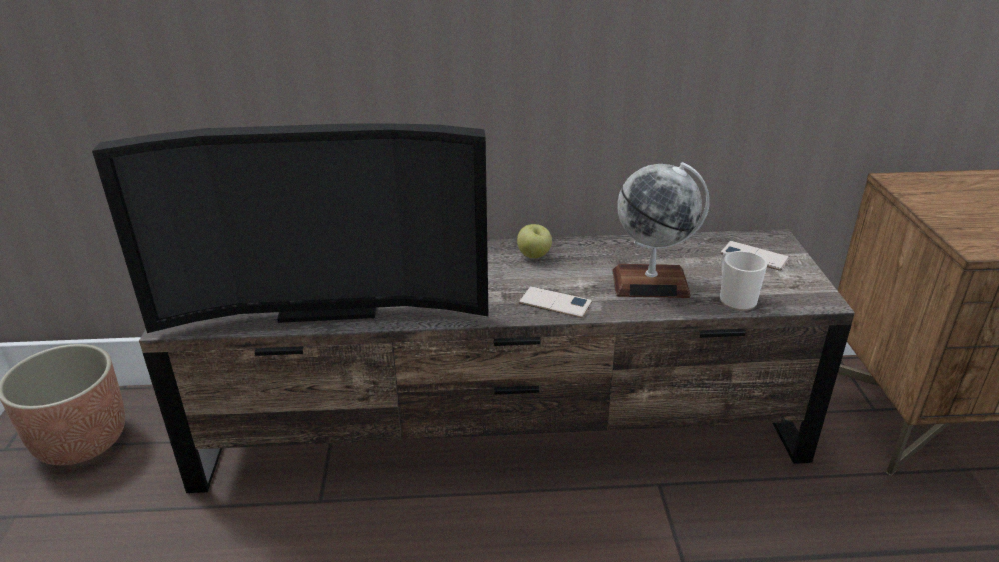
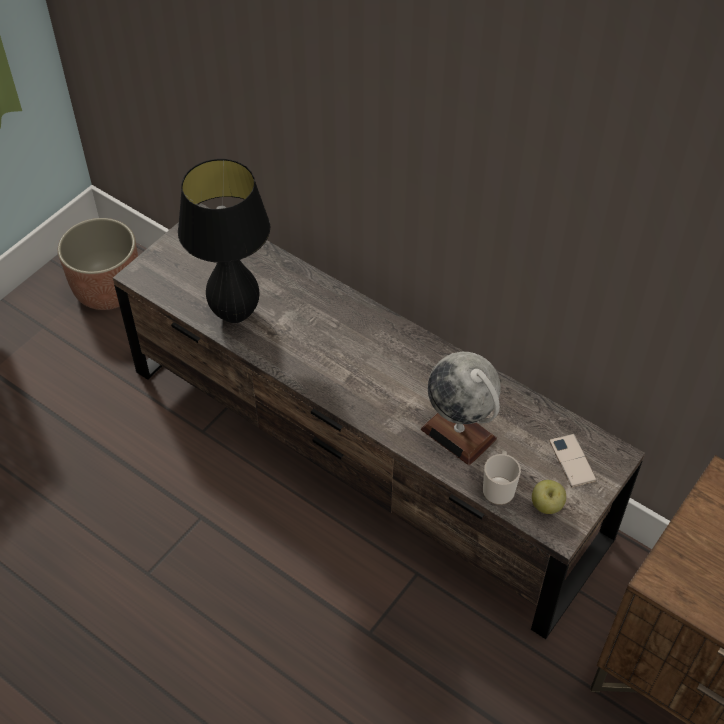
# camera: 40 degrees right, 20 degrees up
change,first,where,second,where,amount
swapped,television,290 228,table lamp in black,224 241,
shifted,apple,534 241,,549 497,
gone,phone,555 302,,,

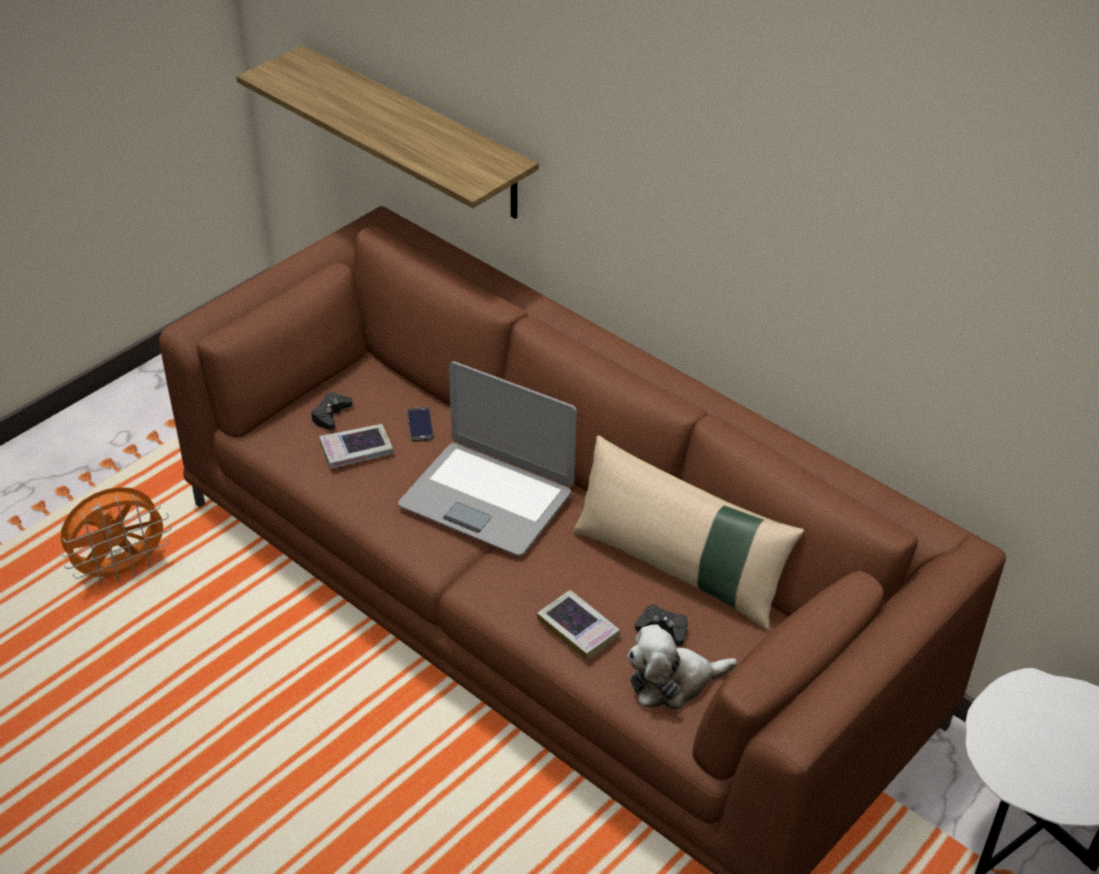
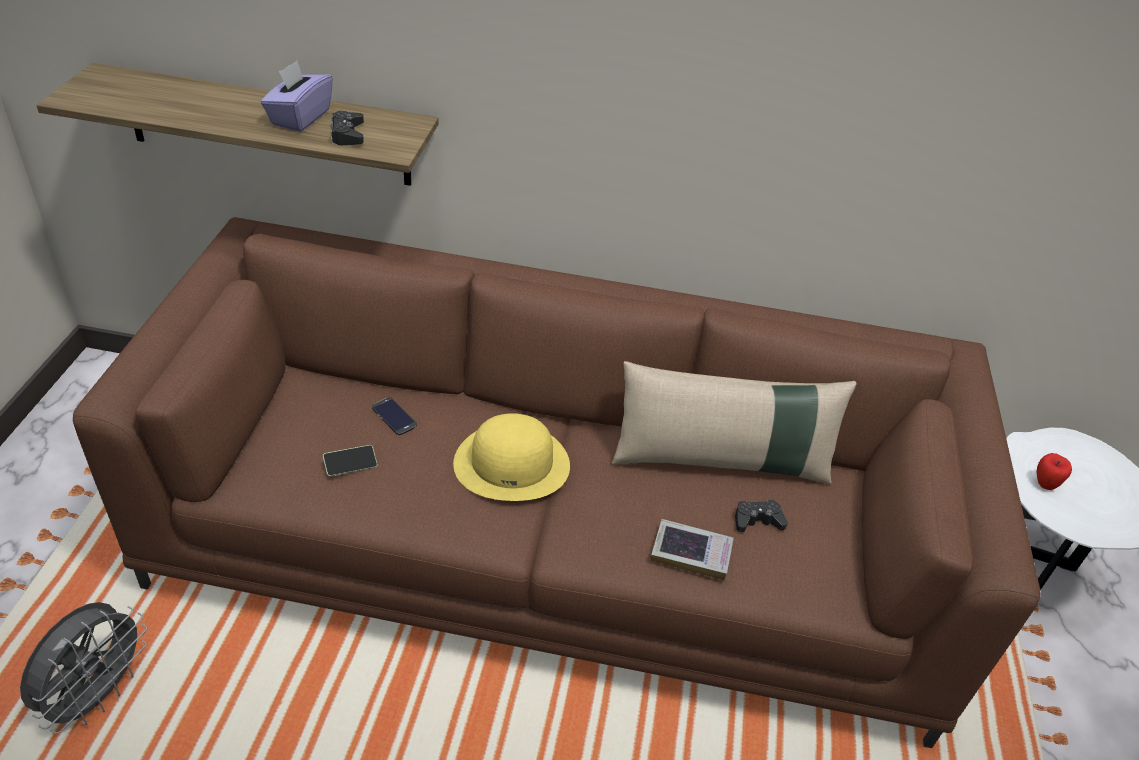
# camera: 35 degrees left, 0 degrees up
change,first,where,second,where,amount
repainted,fan in orange,115 536,fan in grey,83 668,
shifted,game controller in black,332 411,,347 128,
swapped,book,356 446,phone,350 460,
swapped,laptop,487 458,hat in yellow,511 457,
gone,plush toy,682 667,,,
new,,,tissue box in purple,297 96,
new,,,apple,1054 471,

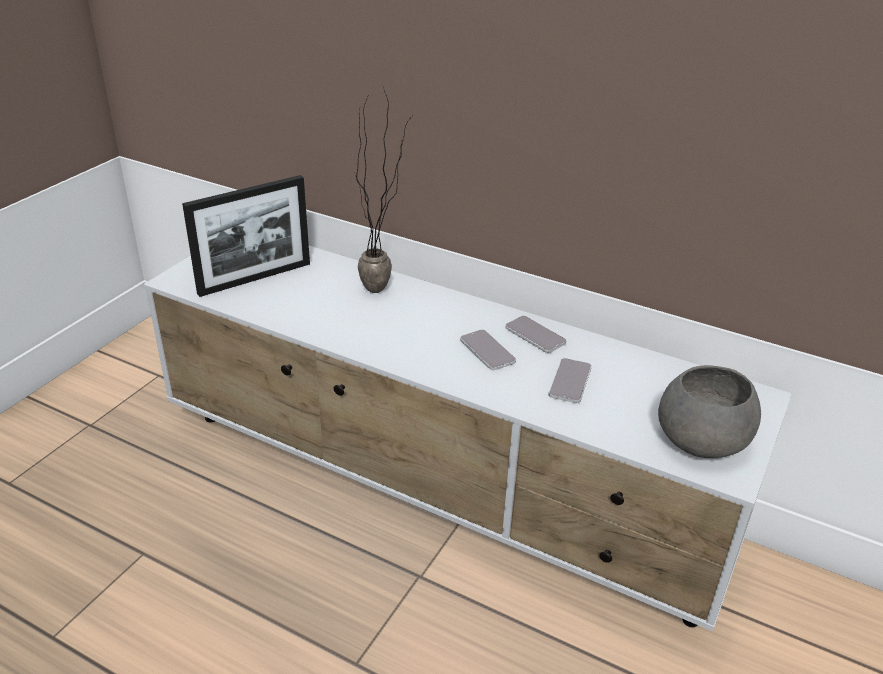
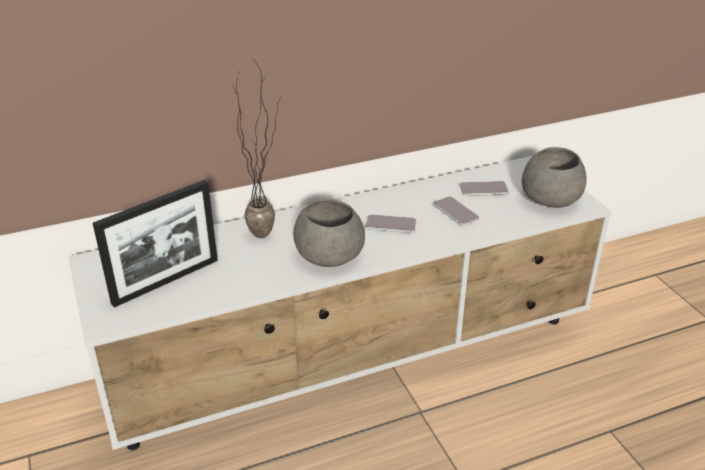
# camera: 50 degrees left, 0 degrees up
change,first,where,second,where,amount
rotated,picture frame,246 236,,155 244,45 degrees clockwise
shifted,phone,536 334,,484 188,
new,,,bowl in grey,329 233,

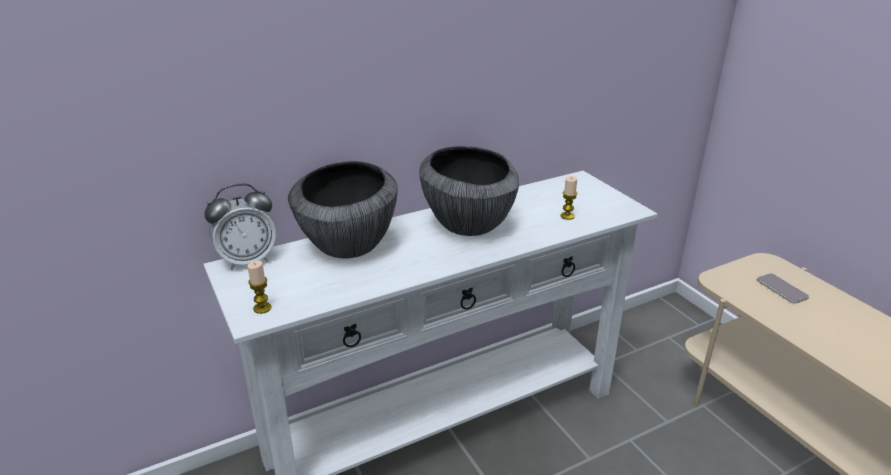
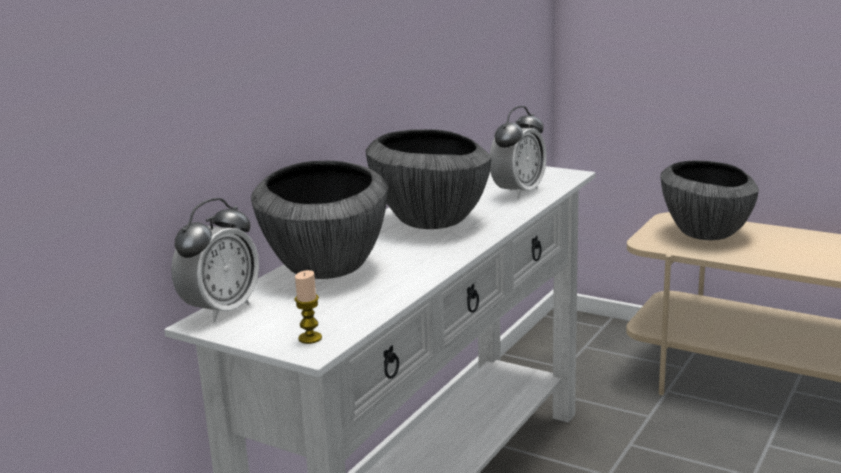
# camera: 30 degrees left, 10 degrees down
change,first,where,second,where,amount
swapped,candle,569 198,alarm clock,518 152,
swapped,phone,783 288,bowl,709 200,

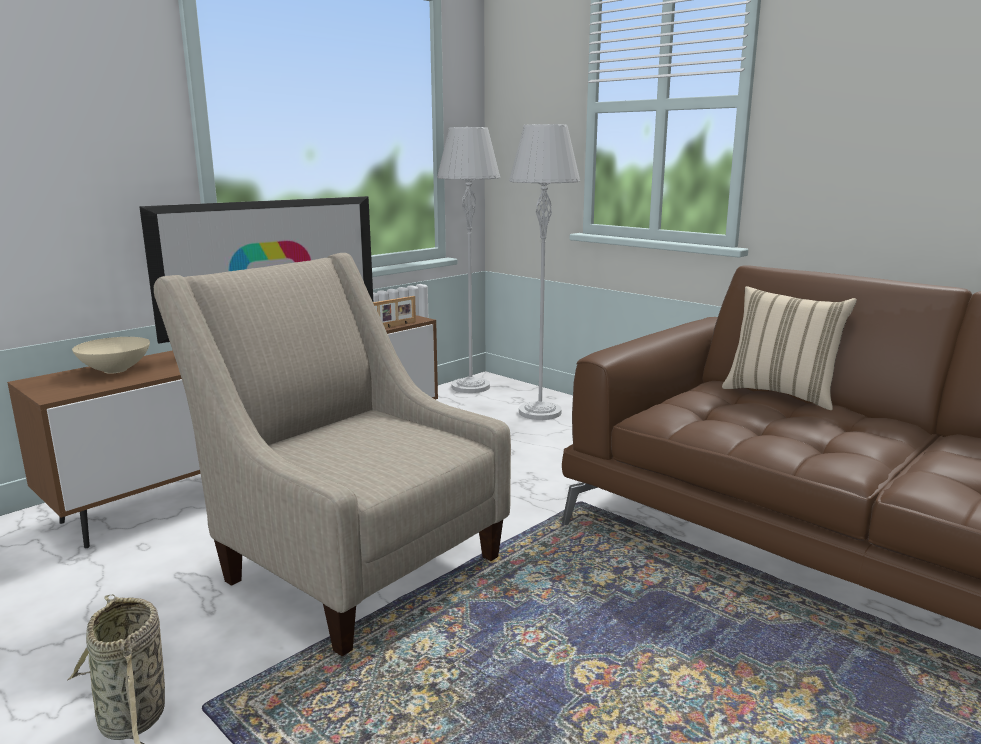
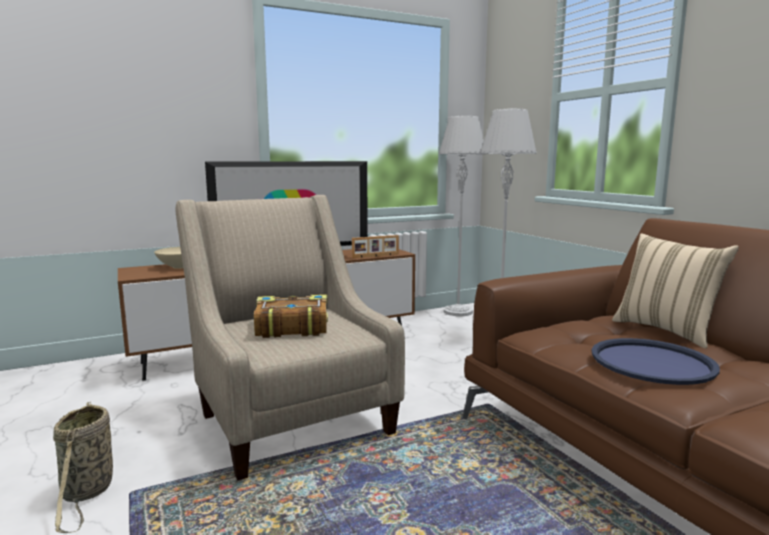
# camera: 20 degrees right, 5 degrees down
change,first,where,second,where,amount
new,,,book,291 316,
new,,,tray in blue,656 361,

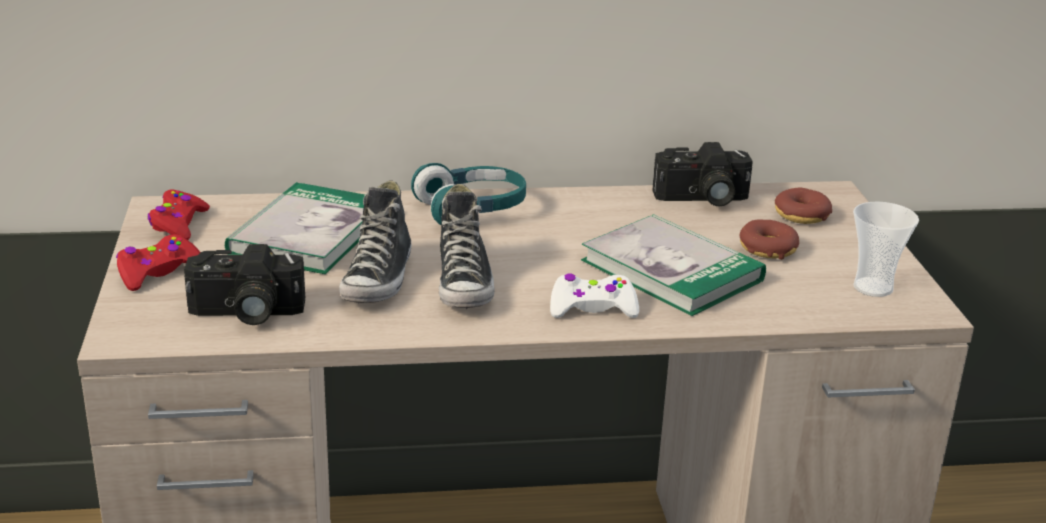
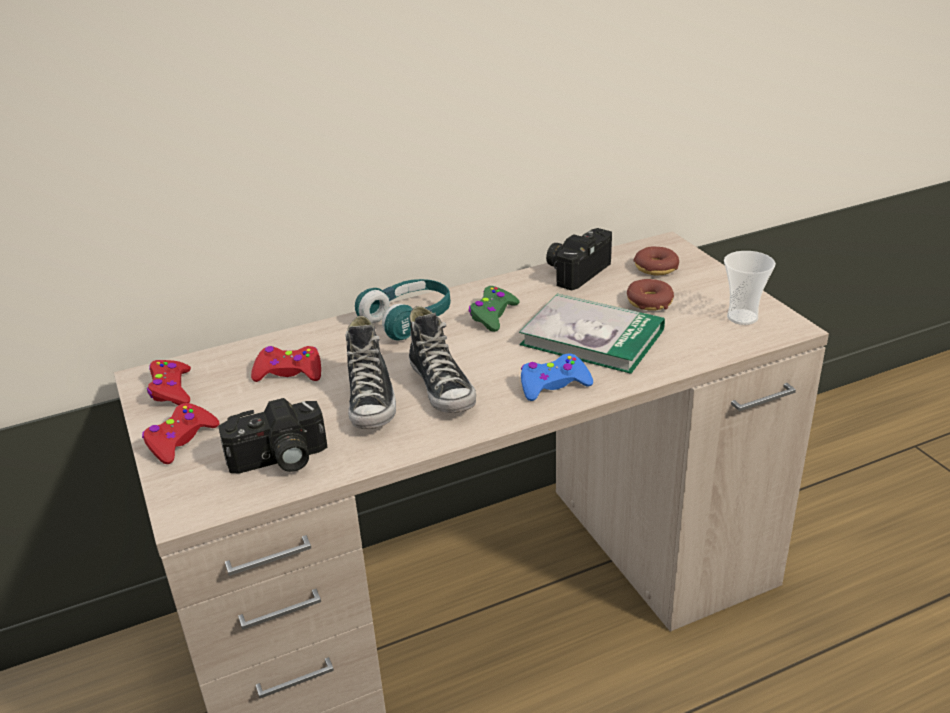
# camera: 15 degrees left, 5 degrees up
change,first,where,second,where,amount
swapped,book,295 228,game controller in red,286 364,
repainted,game controller in white,594 295,game controller in blue,557 377,
rotated,photo camera,702 174,,579 259,150 degrees clockwise
new,,,game controller in green,494 309,

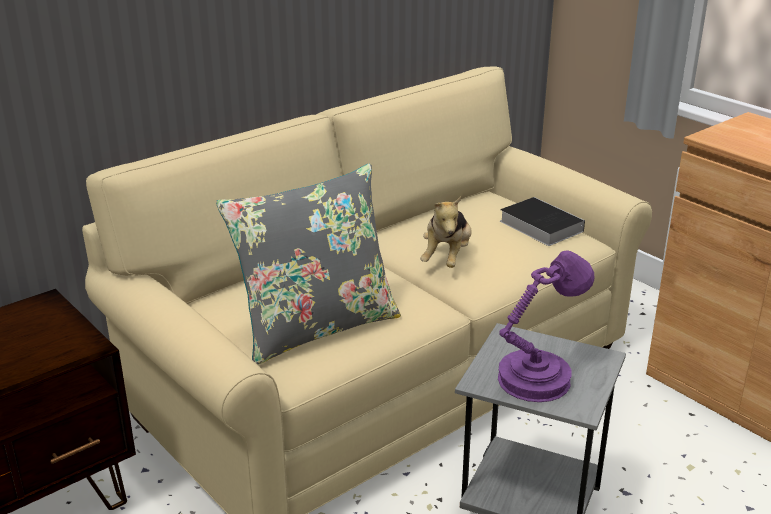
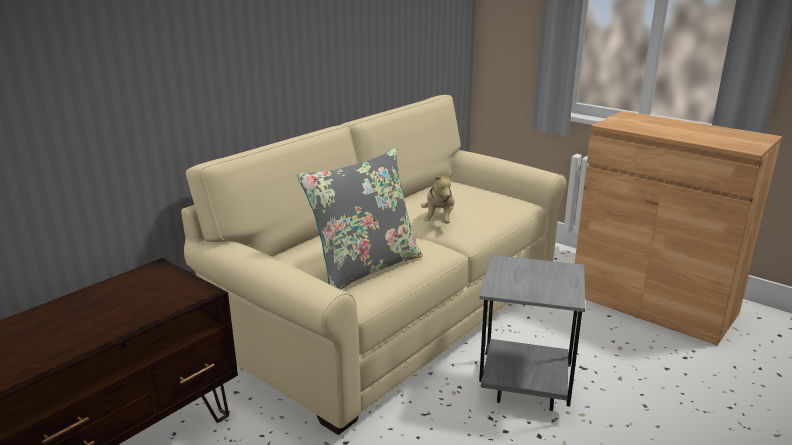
# camera: 10 degrees left, 5 degrees down
change,first,where,second,where,amount
gone,table lamp in purple,546 326,,,
gone,book,542 221,,,

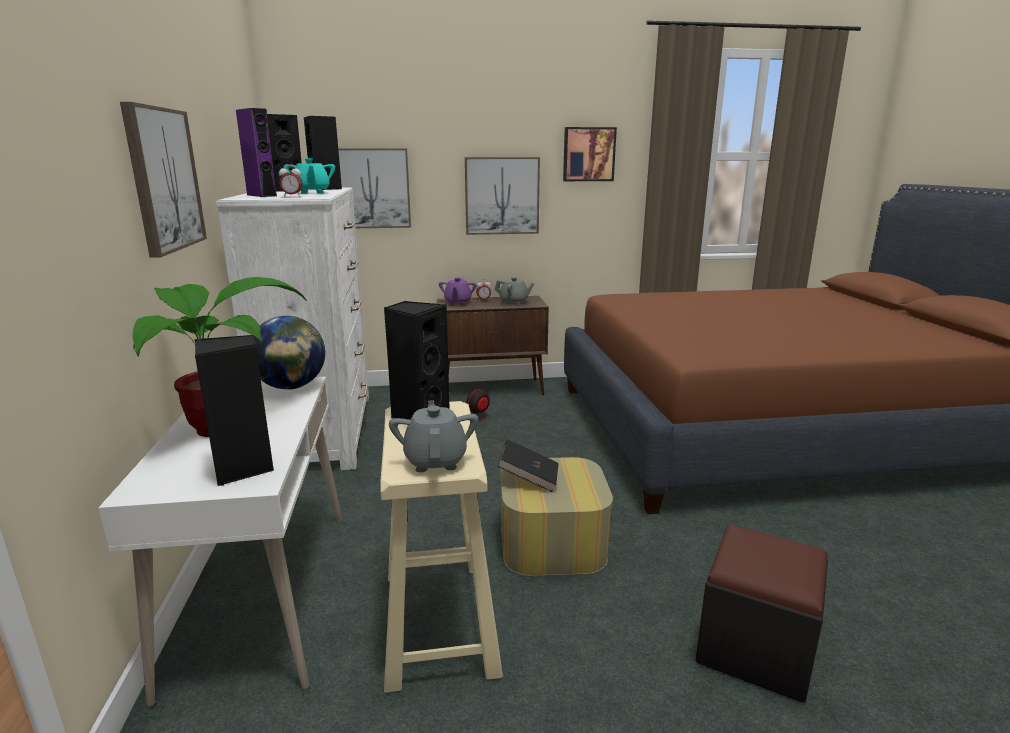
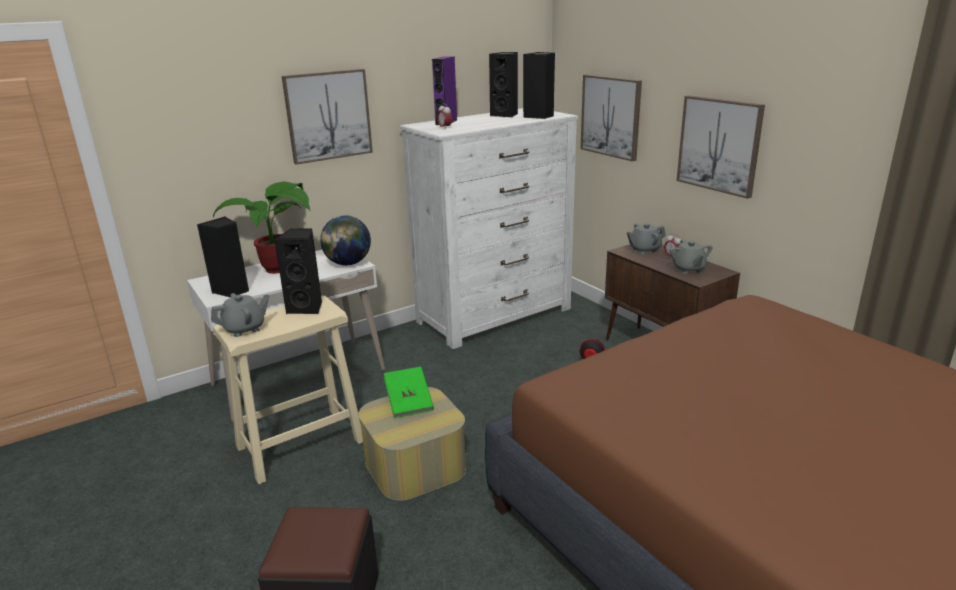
# camera: 65 degrees right, 5 degrees up
change,first,where,second,where,amount
gone,teapot in turquoise,309 176,,,
repainted,teapot in purple,458 291,teapot in grey,646 238,
repainted,book in black,528 465,book in green,409 392,
gone,picture,590 154,,,

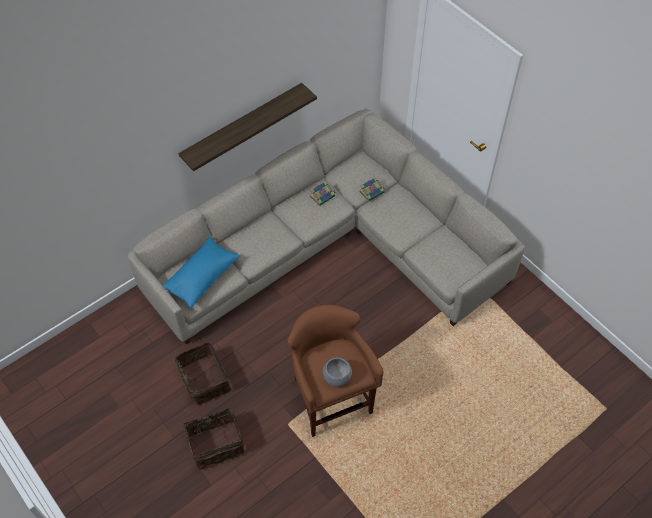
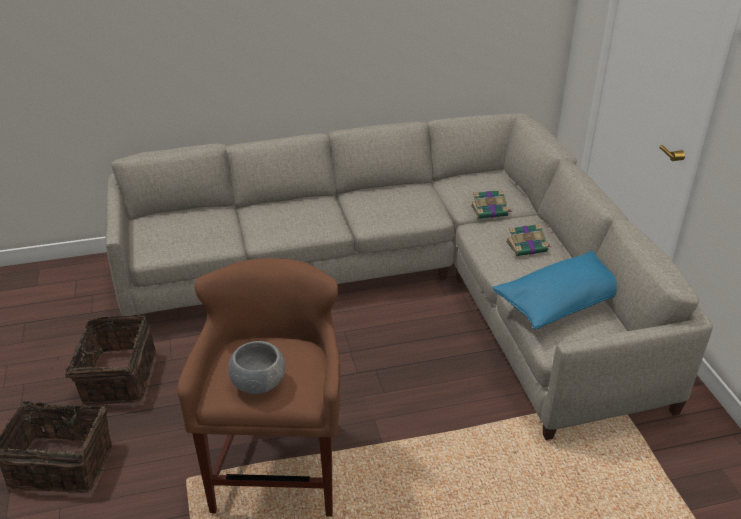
# camera: 25 degrees right, 20 degrees down
change,first,where,second,where,amount
shifted,pillow in blue,201 272,,555 290,
gone,shelf,247 127,,,
shifted,book,322 193,,528 240,

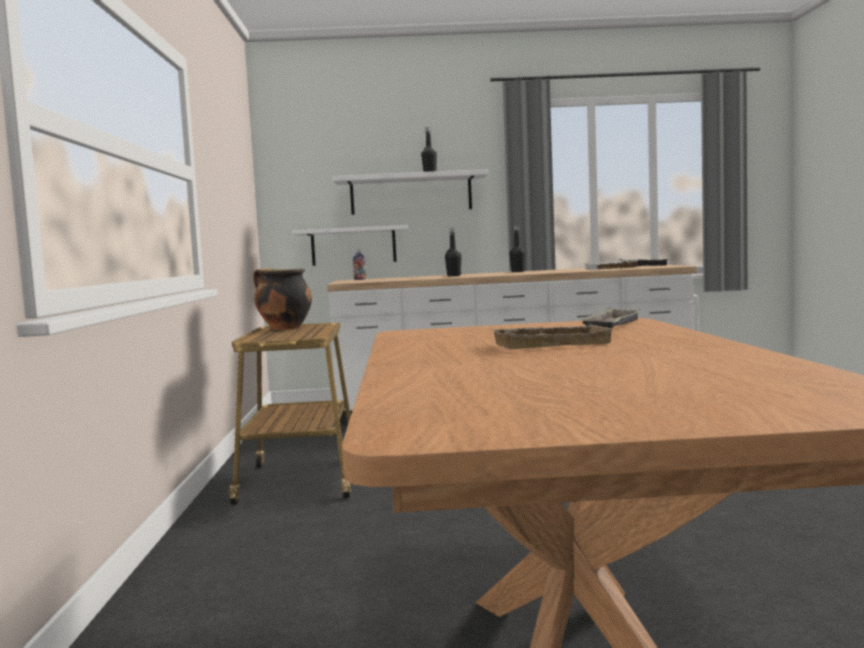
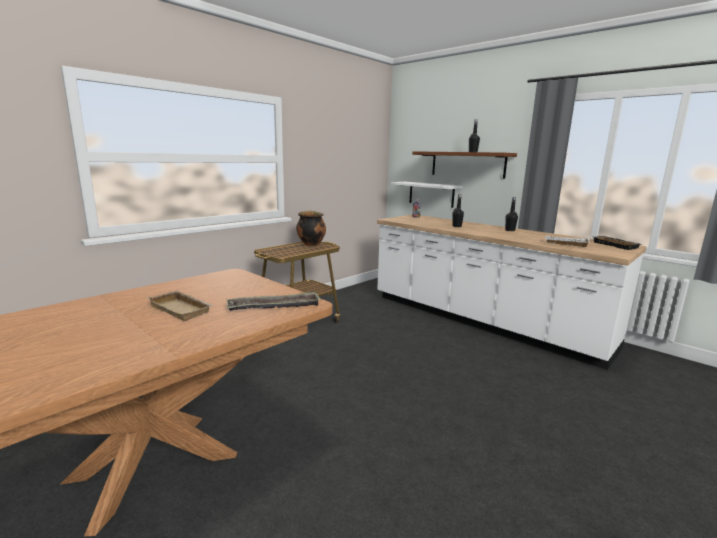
# camera: 45 degrees right, 10 degrees up
change,first,where,second,where,amount
repainted,shelf in white,410 192,shelf in brown,464 165,

